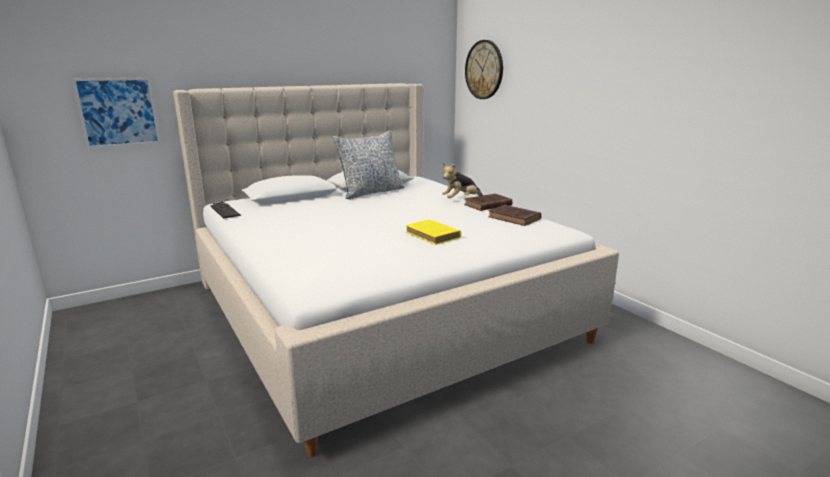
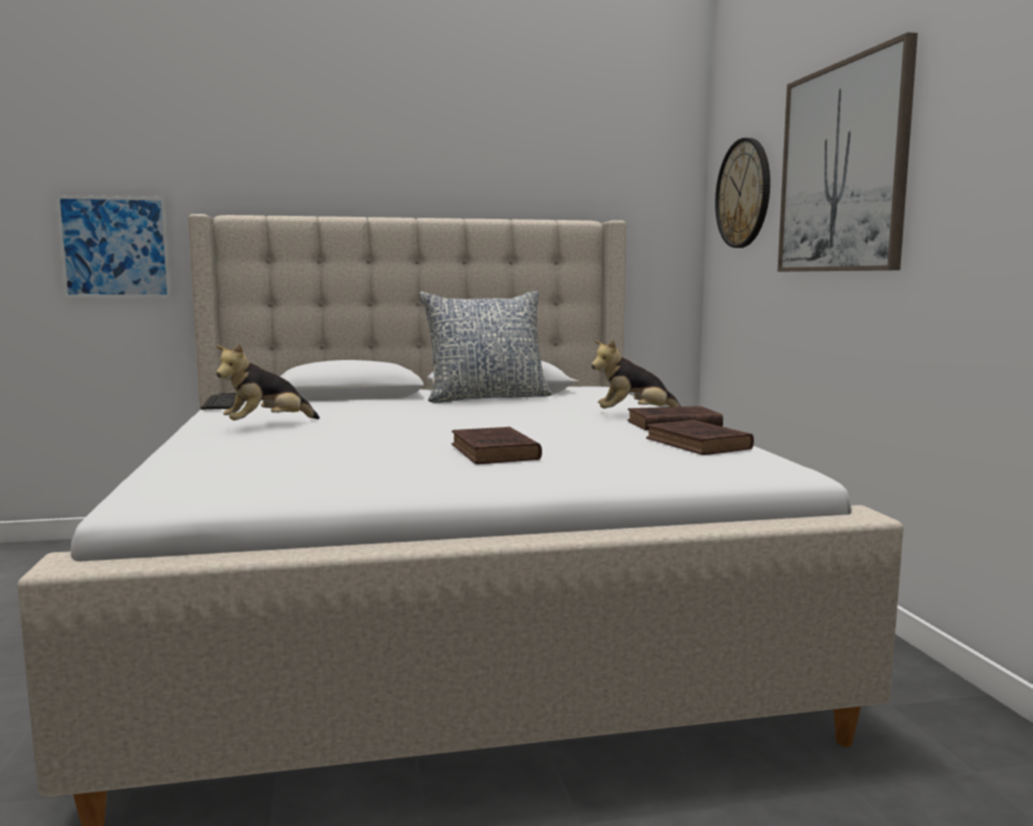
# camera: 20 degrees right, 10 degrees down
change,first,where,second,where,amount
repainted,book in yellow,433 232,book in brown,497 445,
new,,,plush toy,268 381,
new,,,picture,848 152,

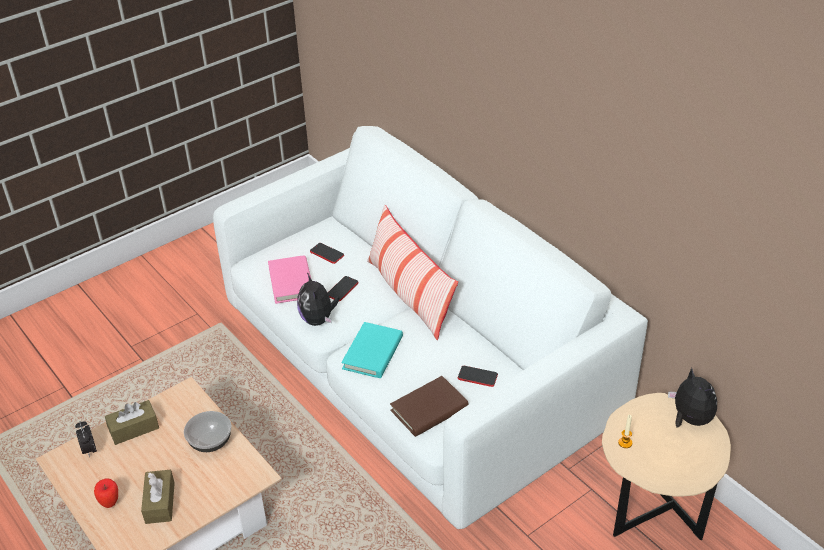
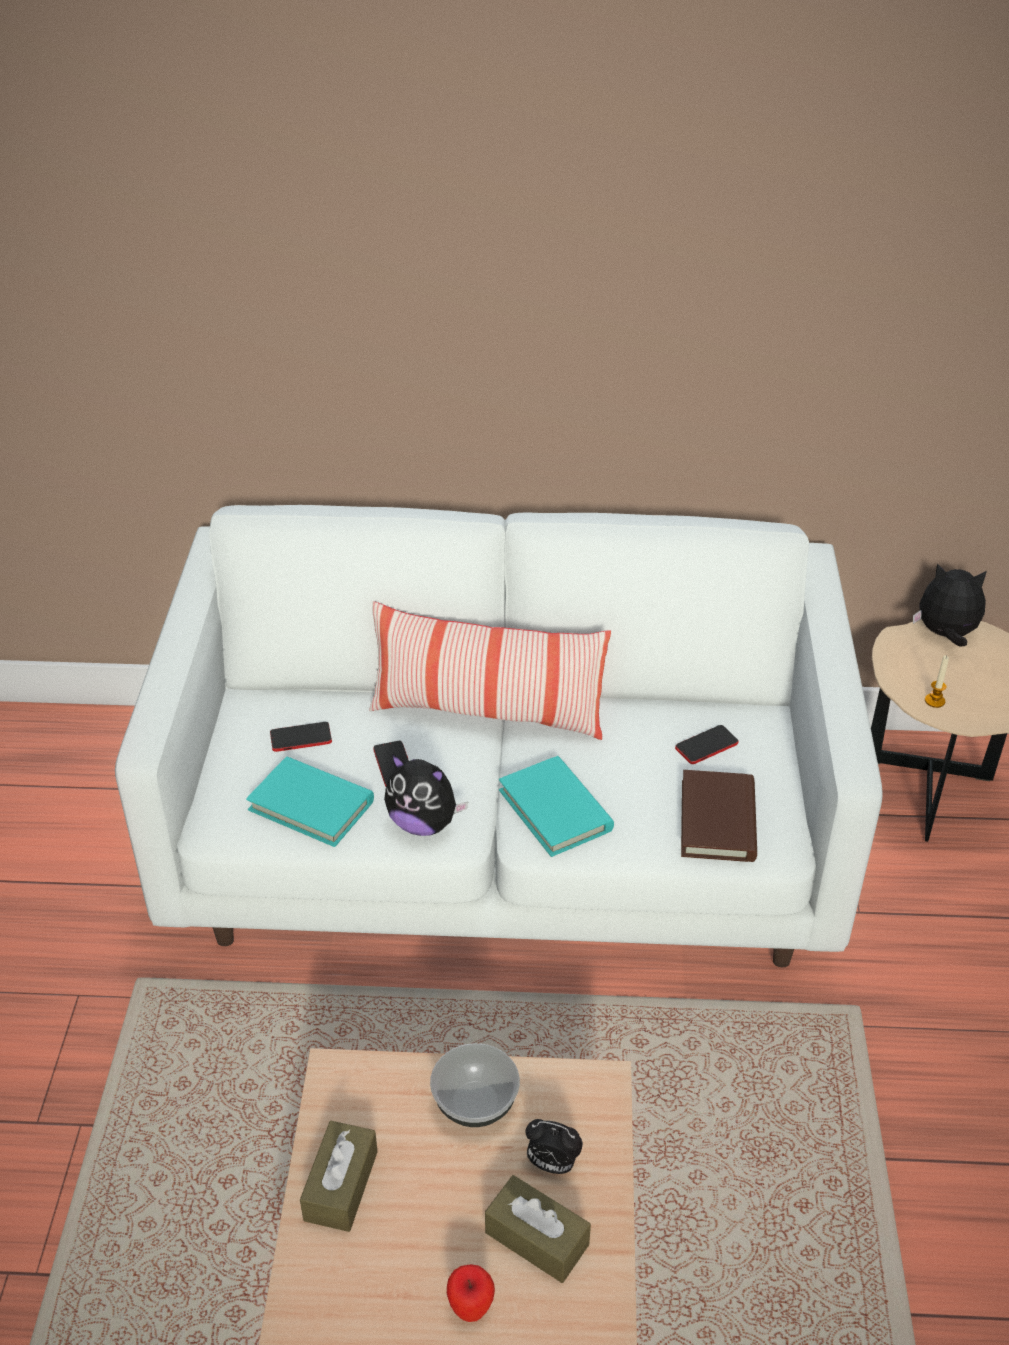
# camera: 50 degrees left, 0 degrees up
change,first,where,second,where,amount
shifted,alarm clock,86 439,,554 1146,
repainted,book in pink,289 279,book in turquoise,310 802,

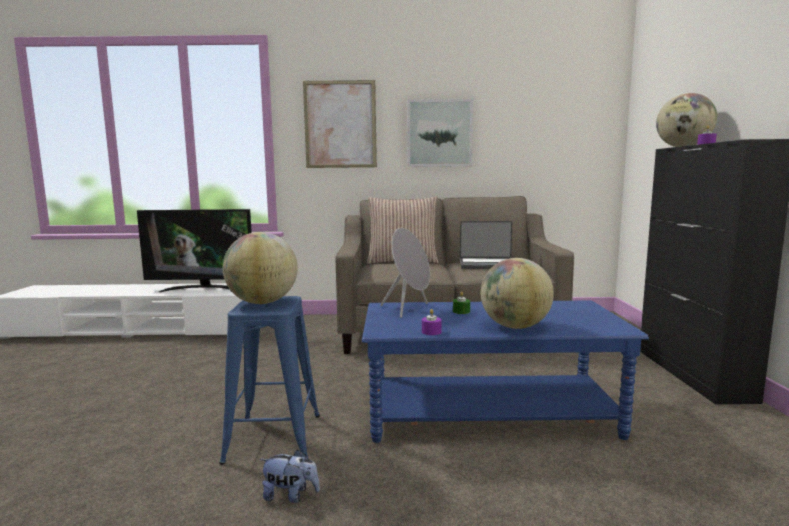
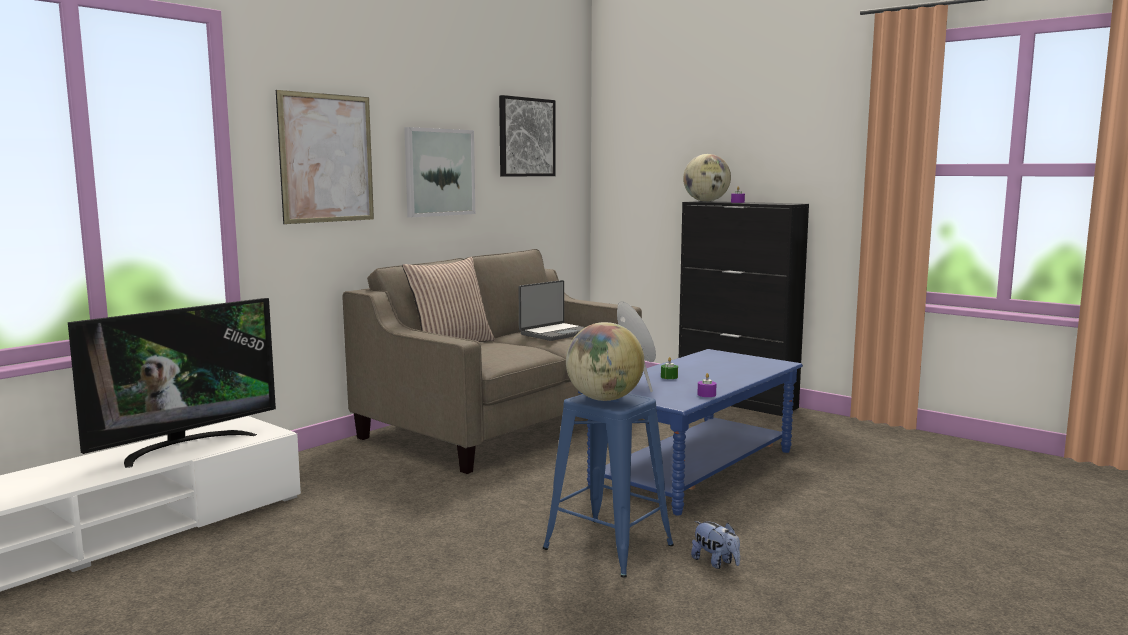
# camera: 50 degrees left, 0 degrees up
change,first,where,second,where,amount
rotated,plush toy,290 476,,715 545,90 degrees clockwise
gone,globe,517 293,,,
new,,,picture,527 136,

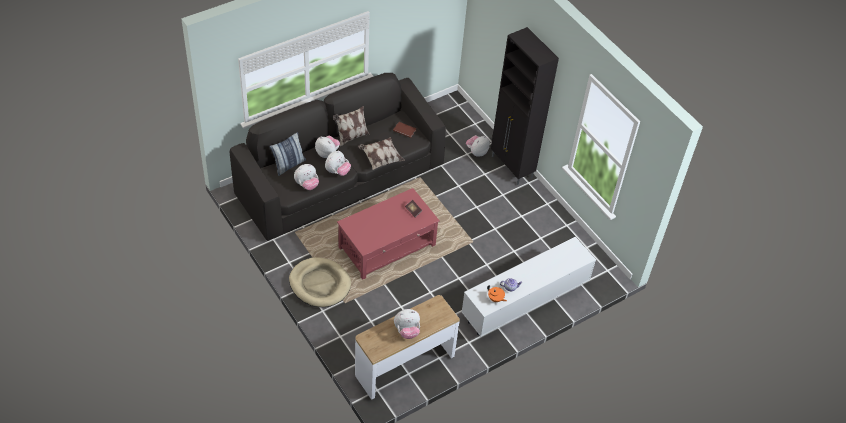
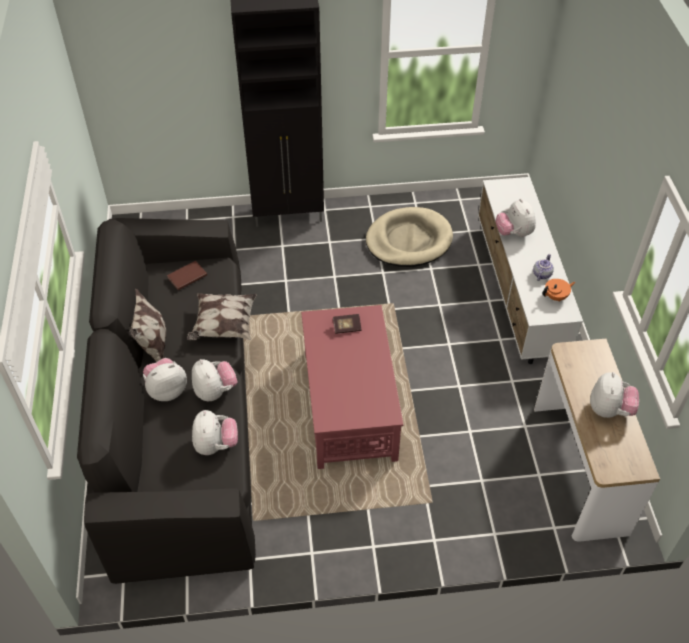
# camera: 60 degrees left, 0 degrees up
change,first,where,second,where,amount
gone,pillow,287 154,,,
shifted,dog bed in beige,320 282,,409 237,
shifted,plush toy,478 146,,516 218,

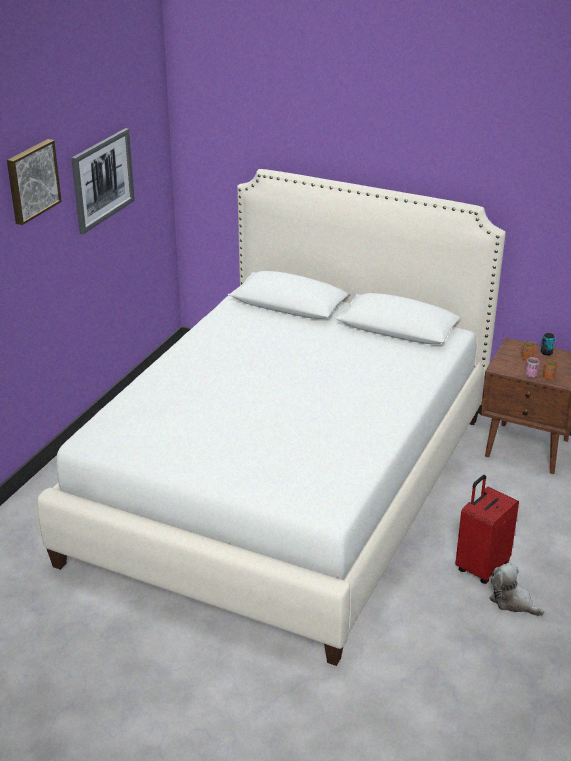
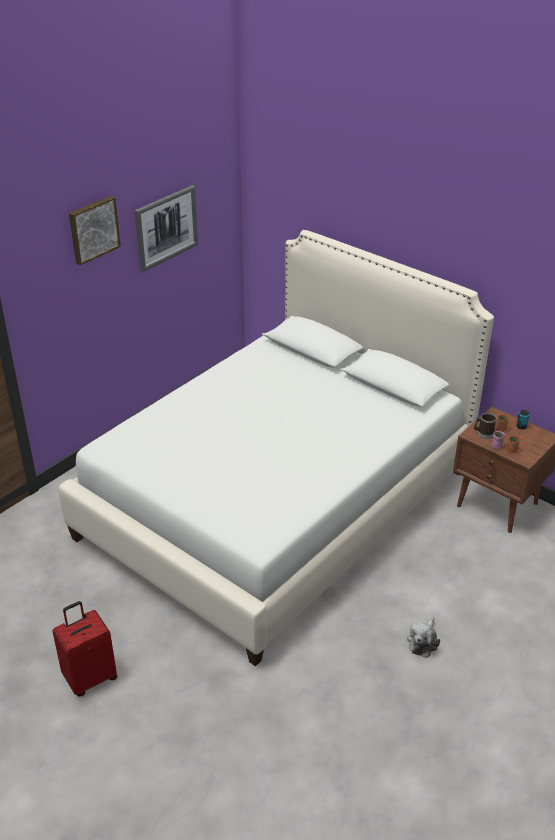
# camera: 15 degrees right, 5 degrees up
change,first,where,second,where,amount
shifted,suitcase in red,487 529,,84 649,
rotated,plush toy,516 589,,423 637,120 degrees counterclockwise
new,,,mug,485 426,

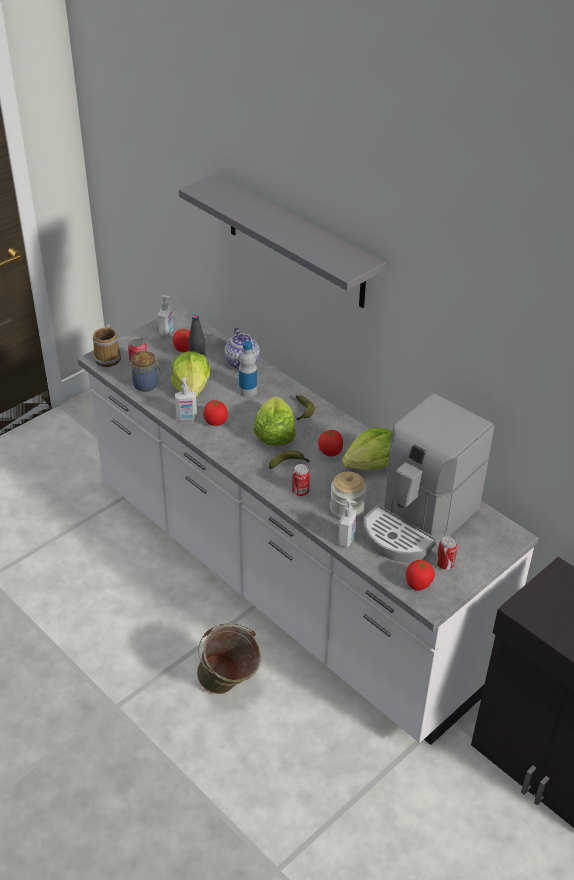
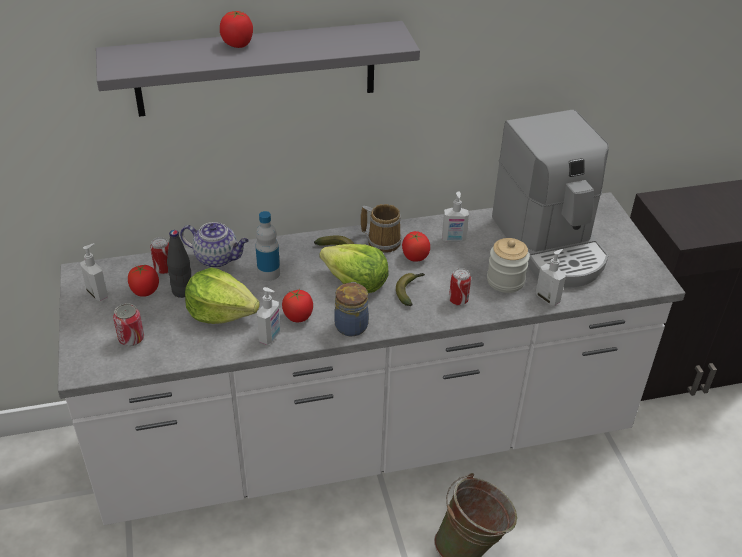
# camera: 60 degrees left, 0 degrees up
change,first,where,second,where,amount
shifted,mug,107 345,,381 228,
shifted,jar,145 371,,351 309,
swapped,lettuce,367 448,soap dispenser,455 216,
shifted,tomato,420 575,,236 29,
shifted,can,447 553,,159 255,

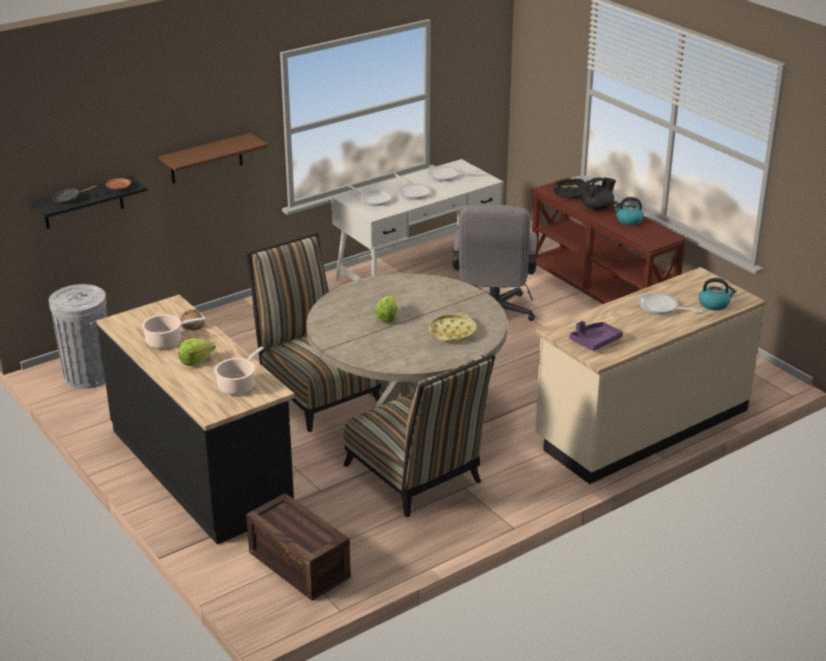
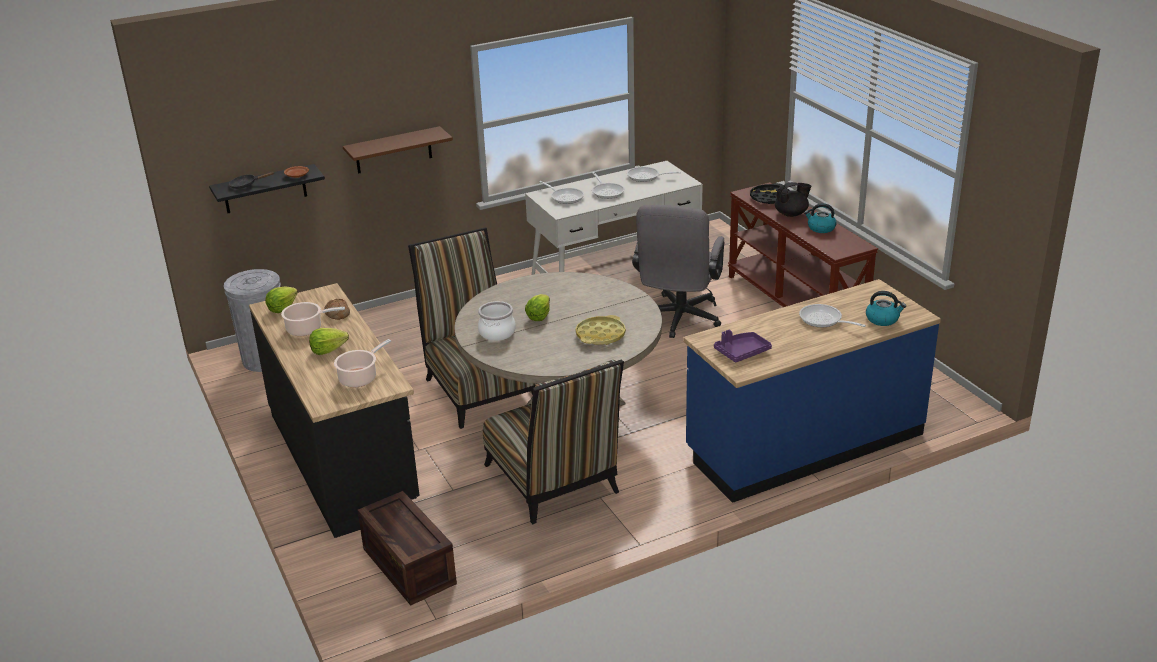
# camera: 10 degrees right, 0 degrees up
change,first,where,second,where,amount
repainted,counter in beige,650 375,counter in blue,812 391,
new,,,lettuce,281 299,
new,,,cooking pot,497 321,

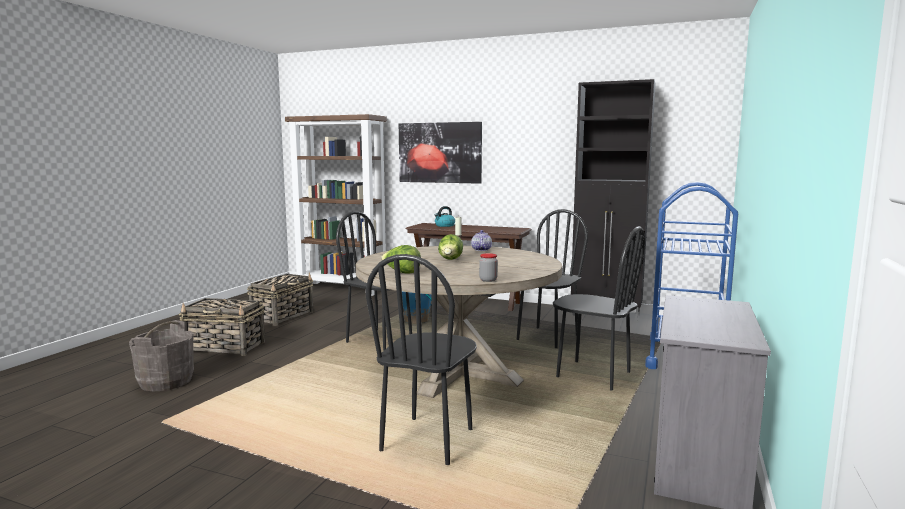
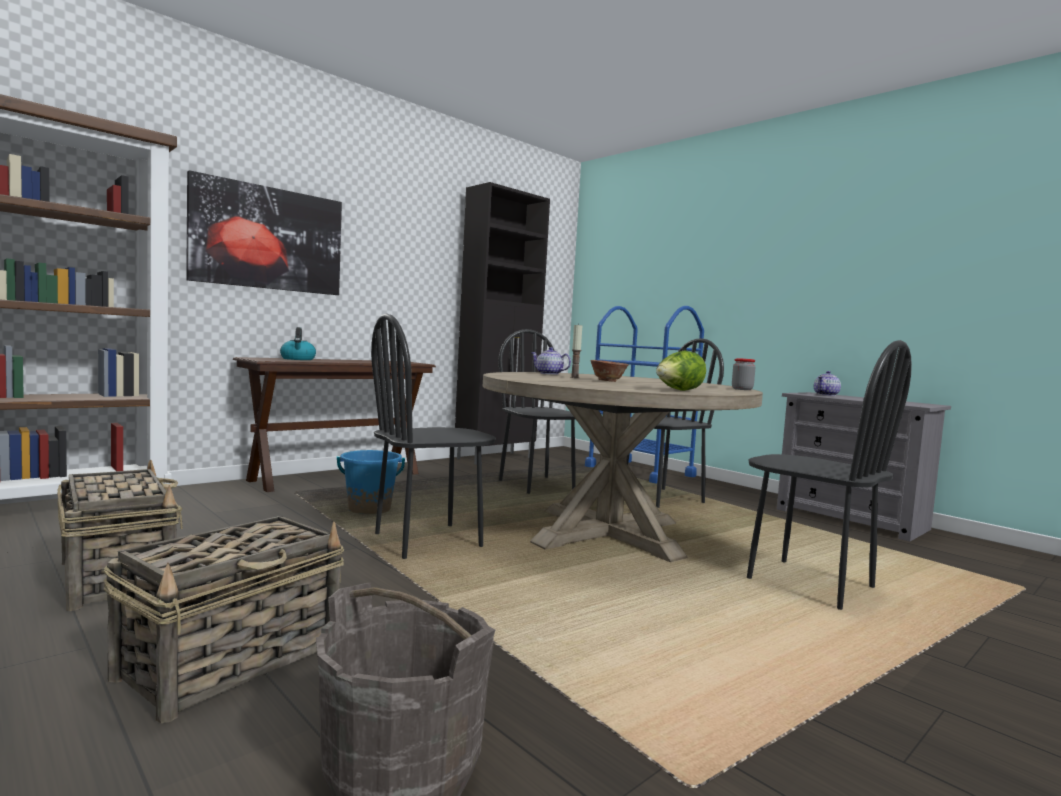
# camera: 65 degrees left, 5 degrees down
change,first,where,second,where,amount
swapped,lettuce,450 247,bowl,610 371,
new,,,teapot,827 383,

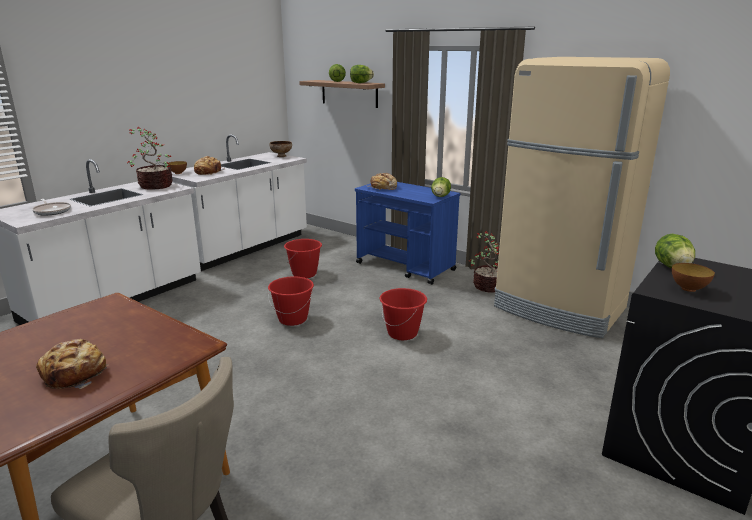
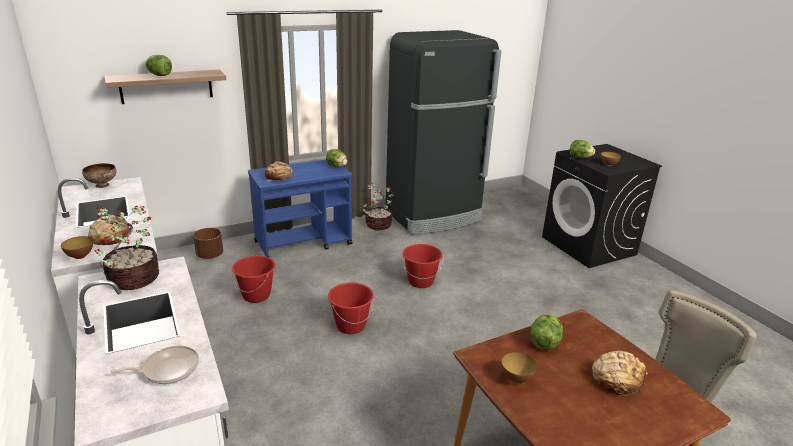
# camera: 65 degrees left, 5 degrees up
change,first,where,second,where,amount
shifted,lettuce,362 74,,546 332,
repainted,fridge in beige,582 197,fridge in black,444 132,
new,,,planter in brown,208 243,
new,,,bowl,519 367,

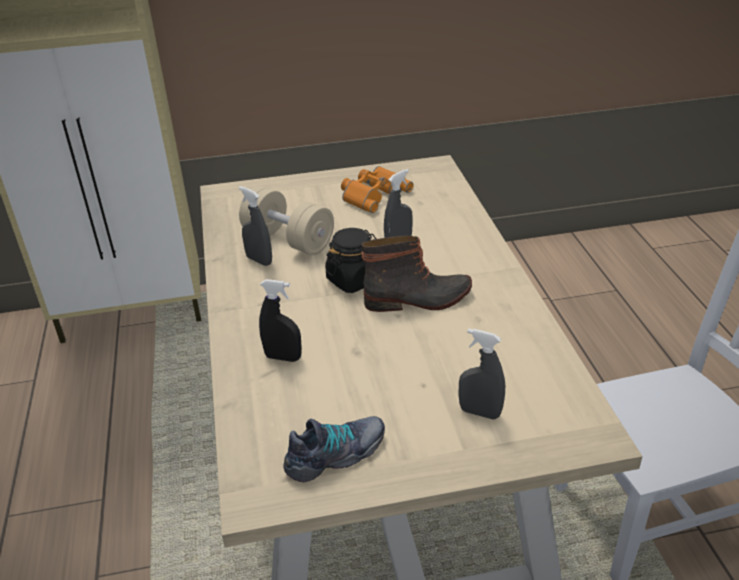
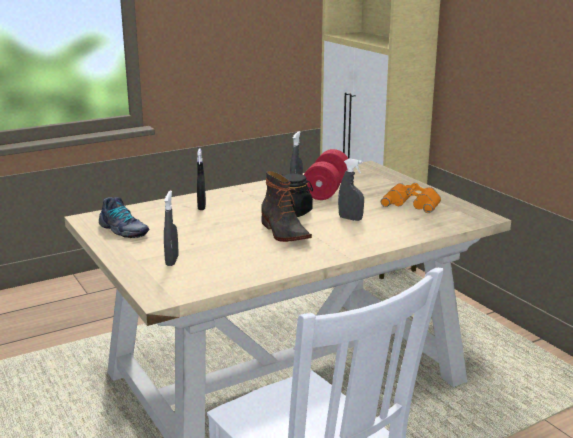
# camera: 70 degrees right, 15 degrees down
change,first,where,second,where,amount
repainted,dumbbell in beige,286 220,dumbbell in red,326 174,

